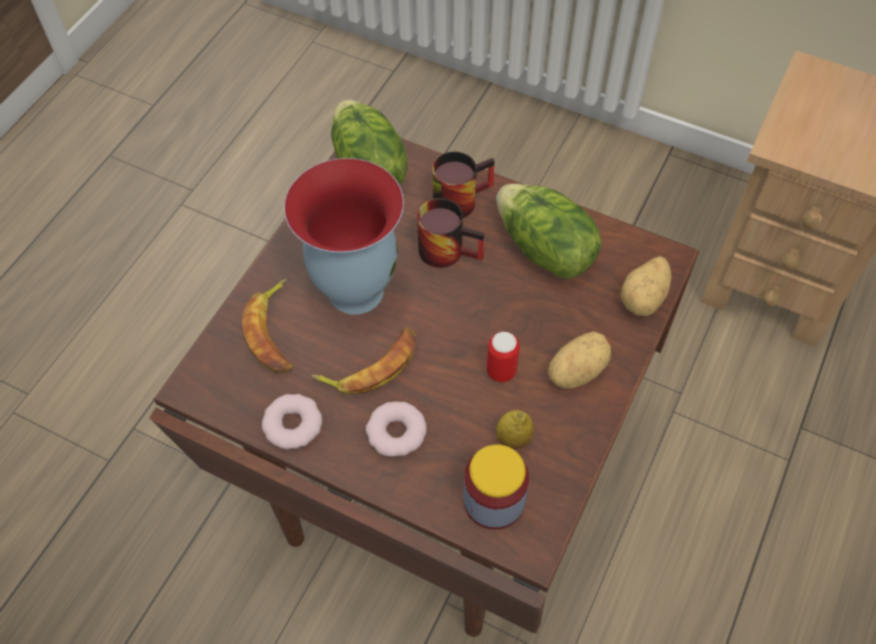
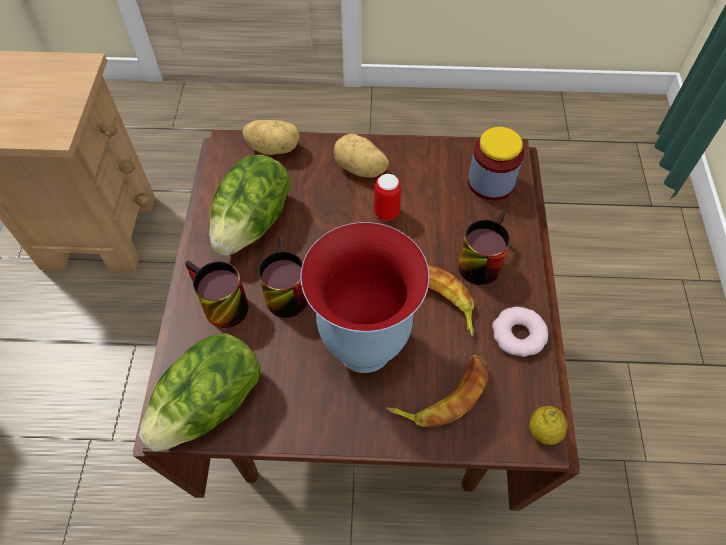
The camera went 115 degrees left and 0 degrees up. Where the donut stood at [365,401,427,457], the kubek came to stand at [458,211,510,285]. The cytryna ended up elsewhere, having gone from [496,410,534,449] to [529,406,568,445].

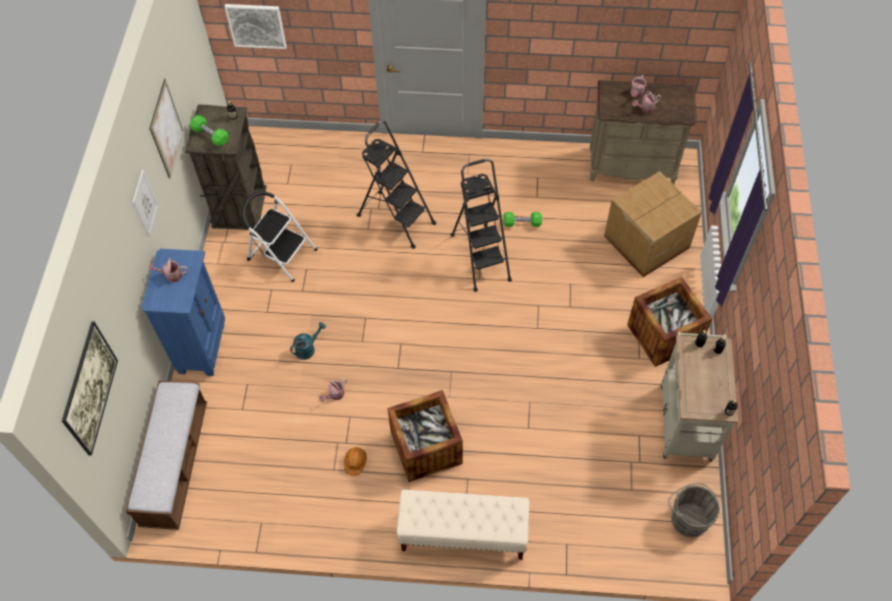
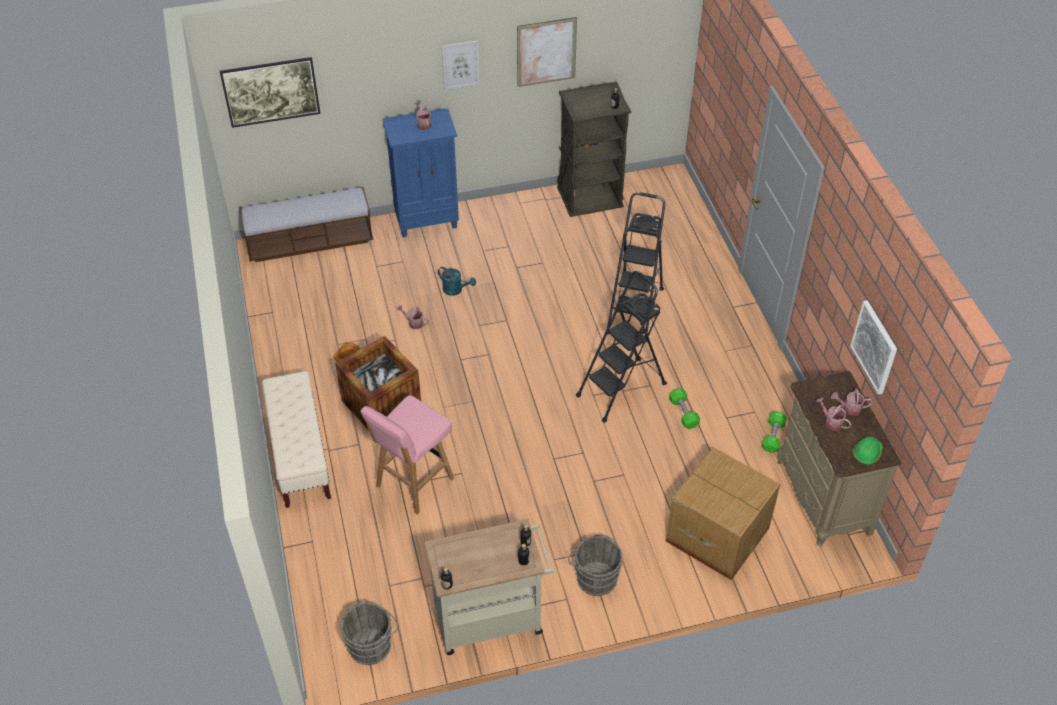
The camera went 70 degrees right and 10 degrees down. The obraz ended up elsewhere, having gone from [224,4,287,49] to [850,300,897,395]. The hantel [zielony] ended up elsewhere, having gone from [190,115,228,146] to [762,411,787,453]. The second view lost the drabinka at [242,192,318,282]. Where the skrzynka stood at [627,277,712,367], the wiadro [szary] came to stand at [568,534,623,596]. The second view gained the stołek [różowy] at [360,395,454,515]. The second view gained the kask [zielony] at [853,436,883,464].

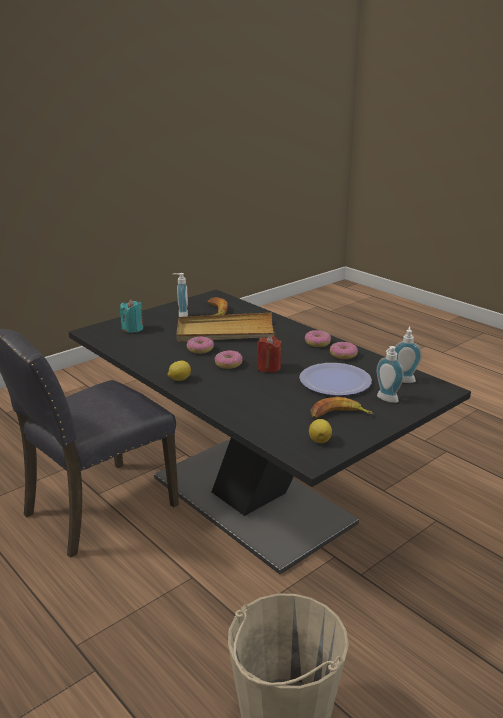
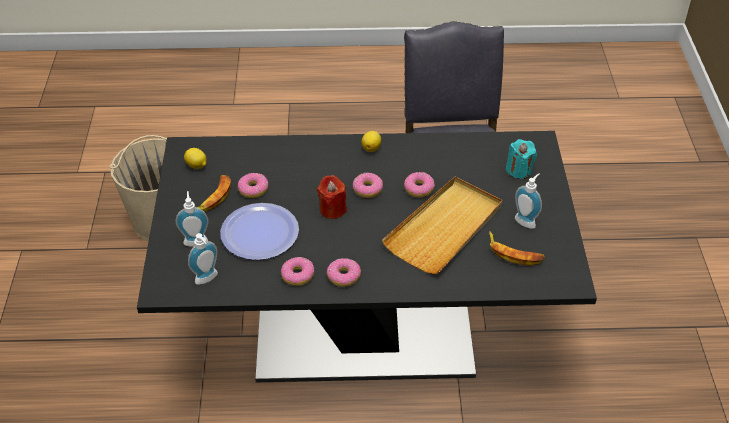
The camera went 130 degrees right and 20 degrees up. The second view gained the donut at [238,173,268,198].

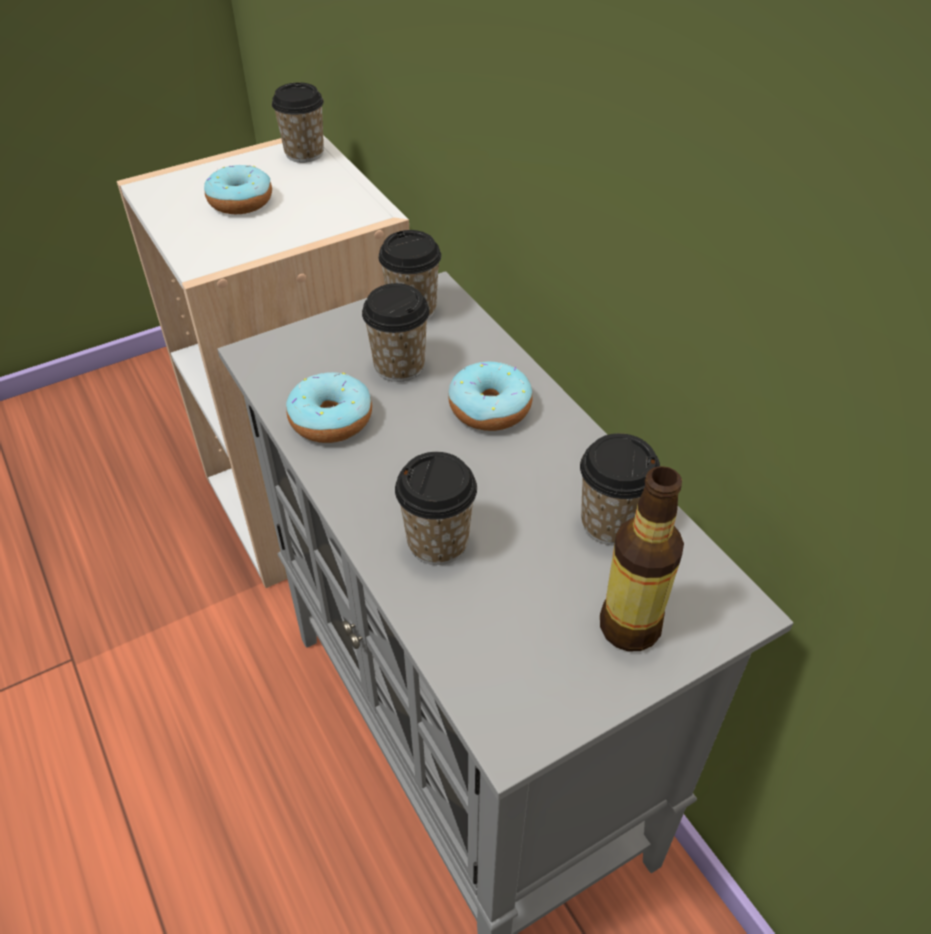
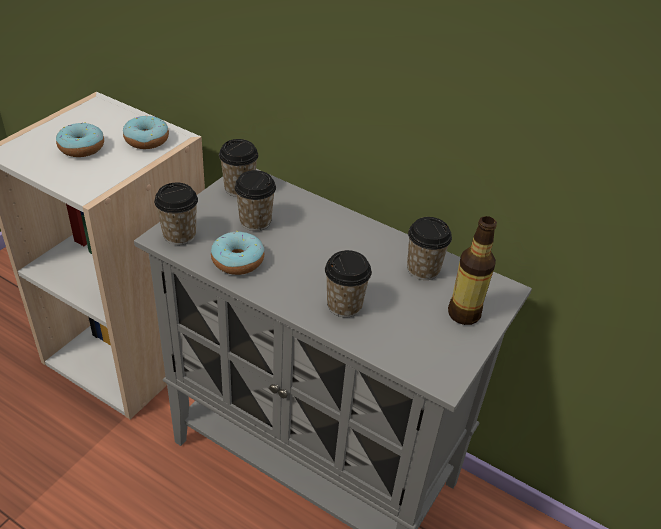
The camera went 30 degrees left and 5 degrees down. The filiżanka ended up elsewhere, having gone from [272,82,324,163] to [154,183,198,245]. The donut ended up elsewhere, having gone from [448,361,532,431] to [123,116,169,149].

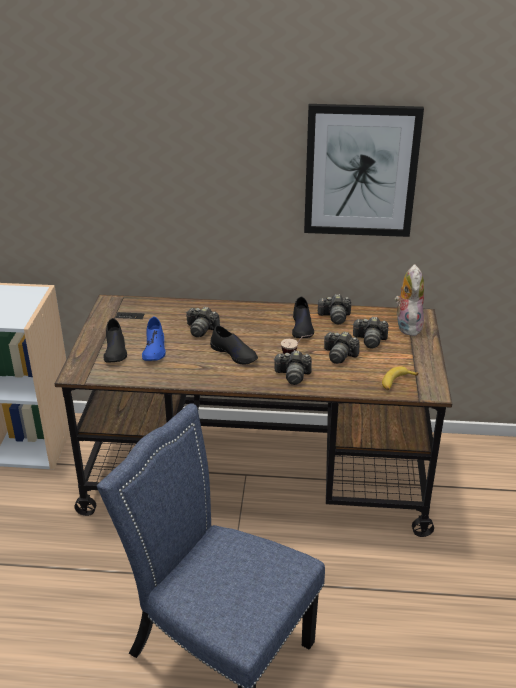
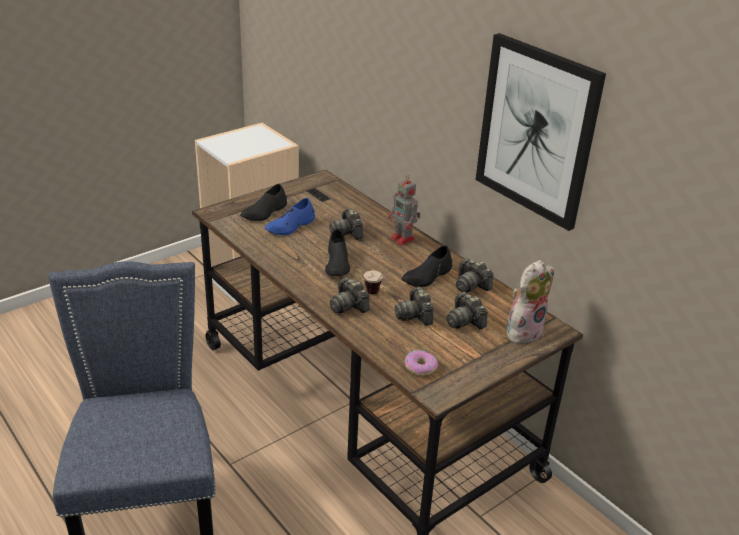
The camera went 45 degrees right and 0 degrees up. Where the banan stood at [382,366,419,390], the donut came to stand at [405,350,438,376]. The second view gained the robot zabawkowy at [388,174,421,246].

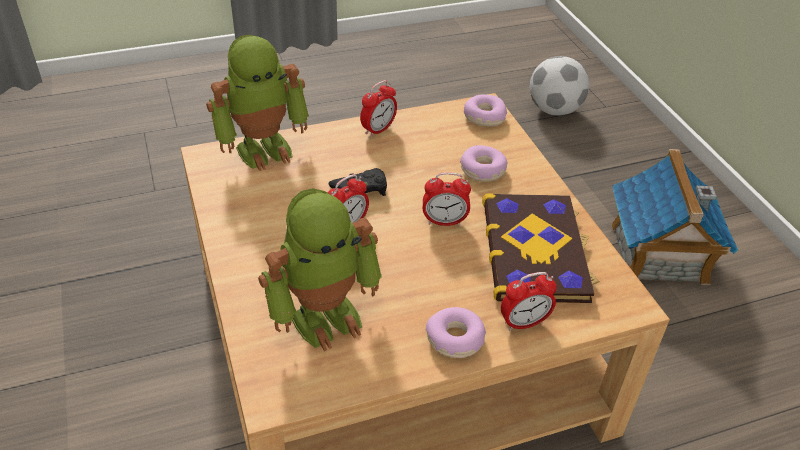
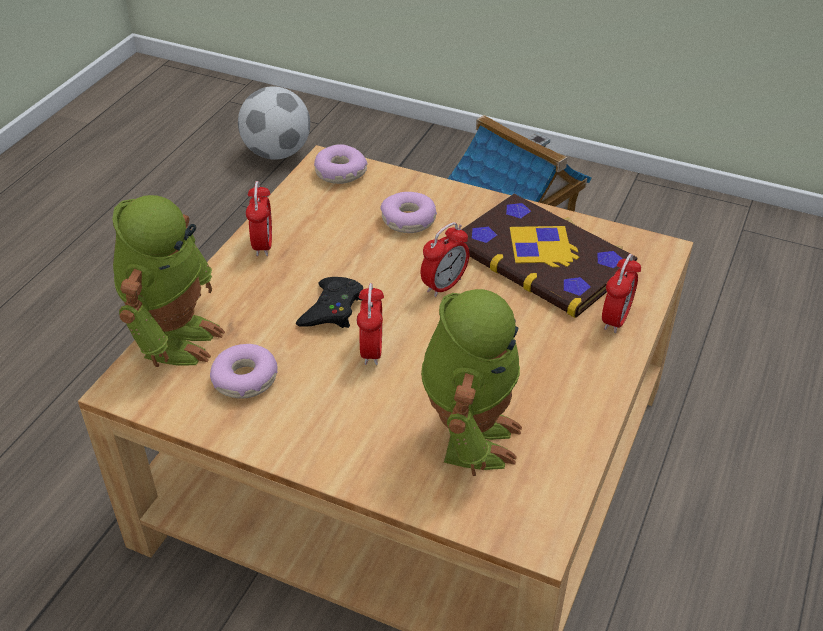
The camera went 45 degrees left and 0 degrees up. The donut ended up elsewhere, having gone from [426,307,486,358] to [210,344,278,399].

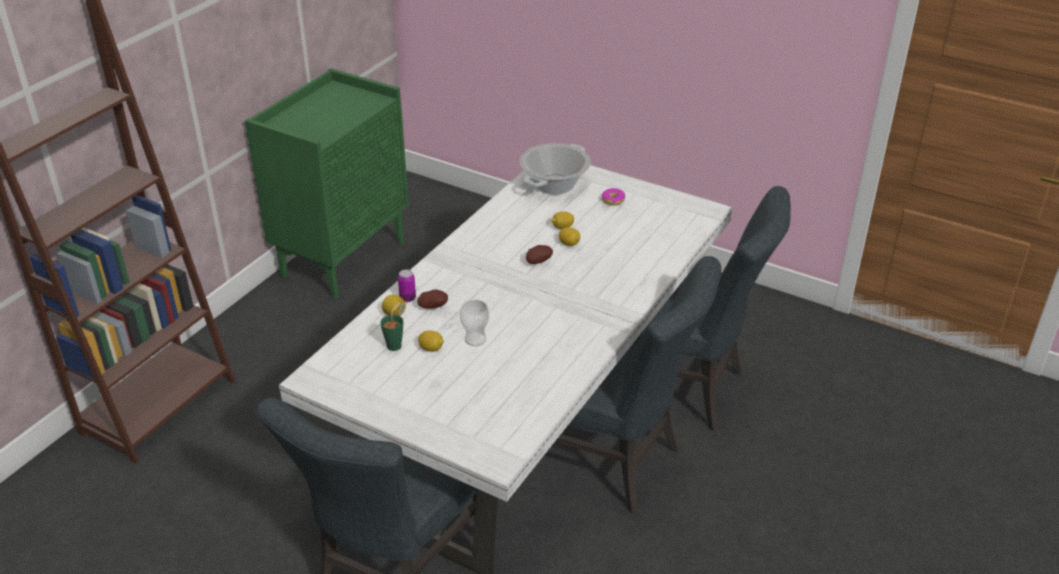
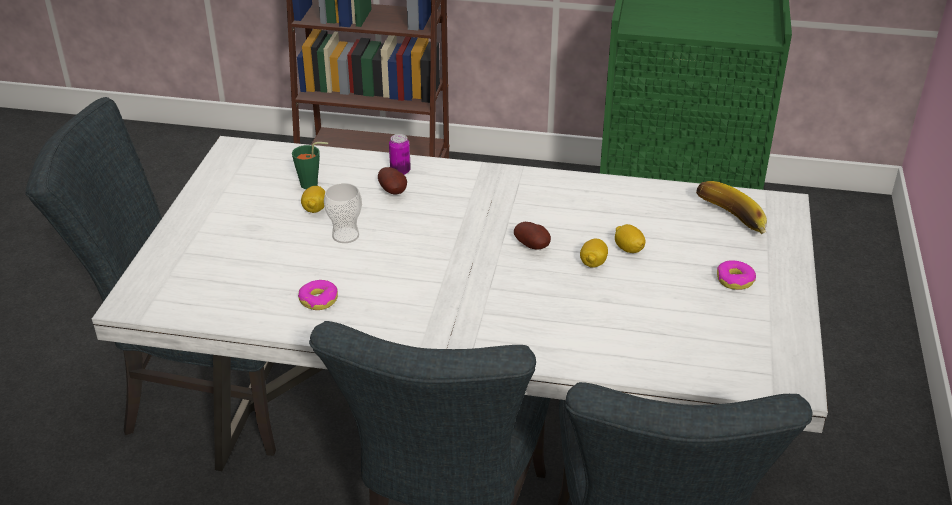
The camera went 70 degrees right and 0 degrees up. Where the garnek stood at [520,143,591,194], the banan came to stand at [696,181,767,234]. The second view lost the cytryna at [382,295,406,316]. The second view gained the donut at [298,280,338,310].

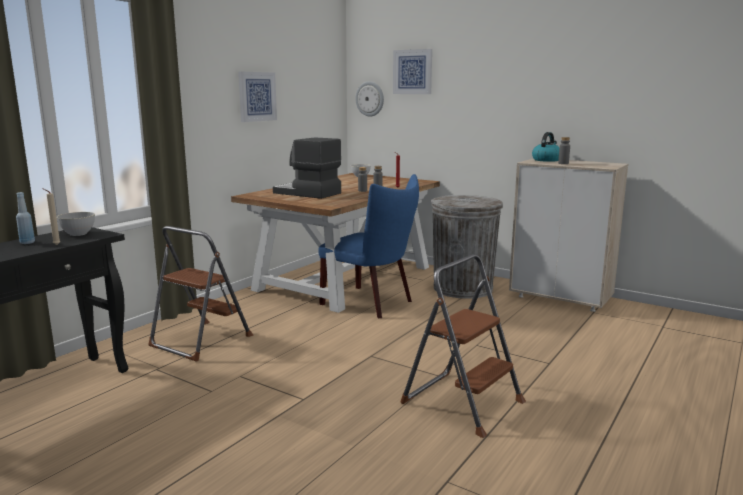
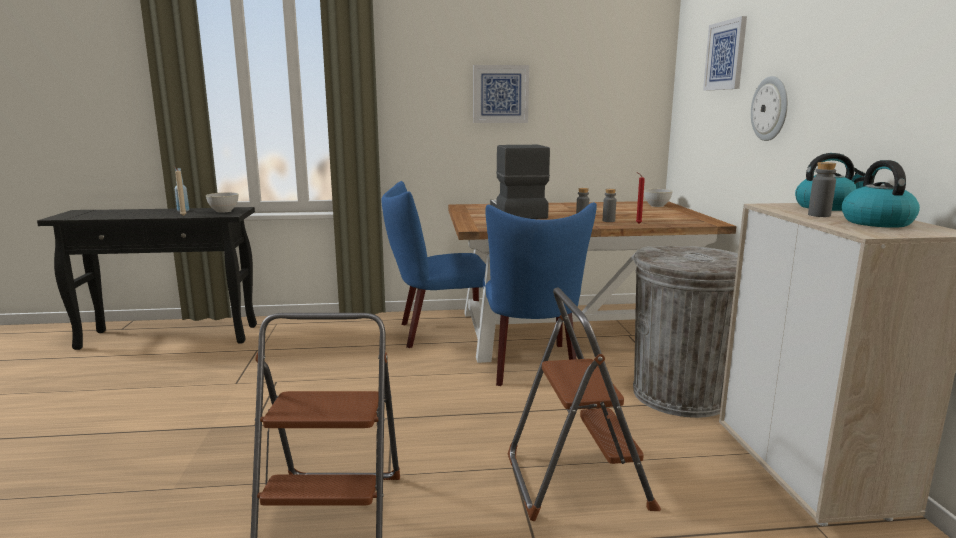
The camera went 50 degrees right and 0 degrees up. The zegar ścienny ended up elsewhere, having gone from [355,81,384,117] to [751,76,788,141]. The drabinka [brązowy] ended up elsewhere, having gone from [148,226,253,362] to [508,288,661,521]. The second view gained the czajnik at [842,160,920,228]. The second view gained the krzesło [niebieski] at [381,181,486,348].

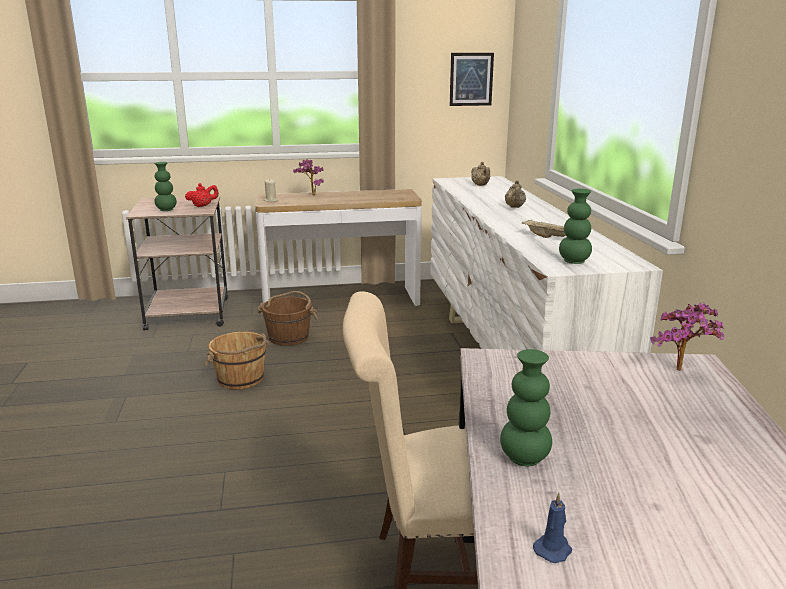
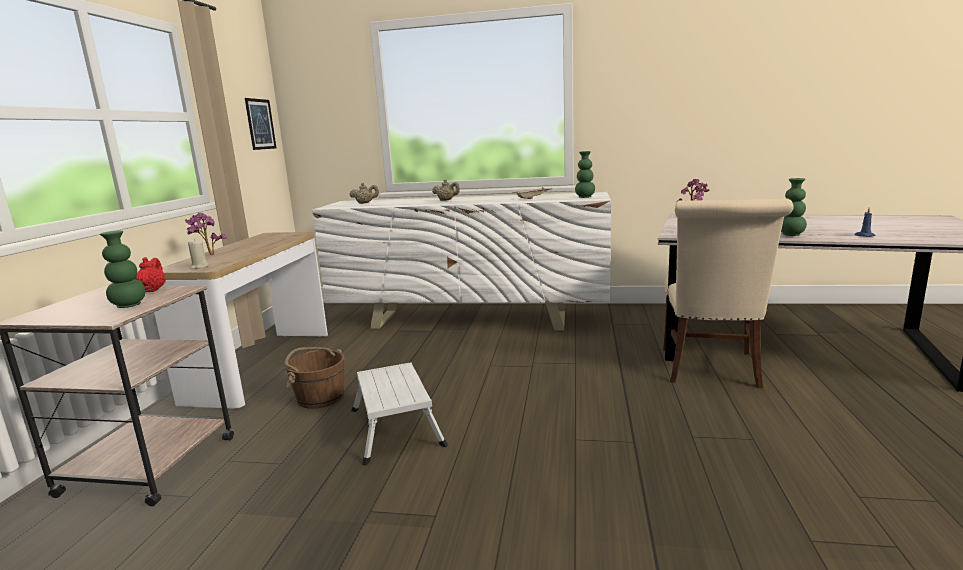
The camera went 70 degrees left and 5 degrees down. Where the wiadro [brązowy] stood at [205,332,270,390], the drabinka [biały] came to stand at [351,362,448,466].

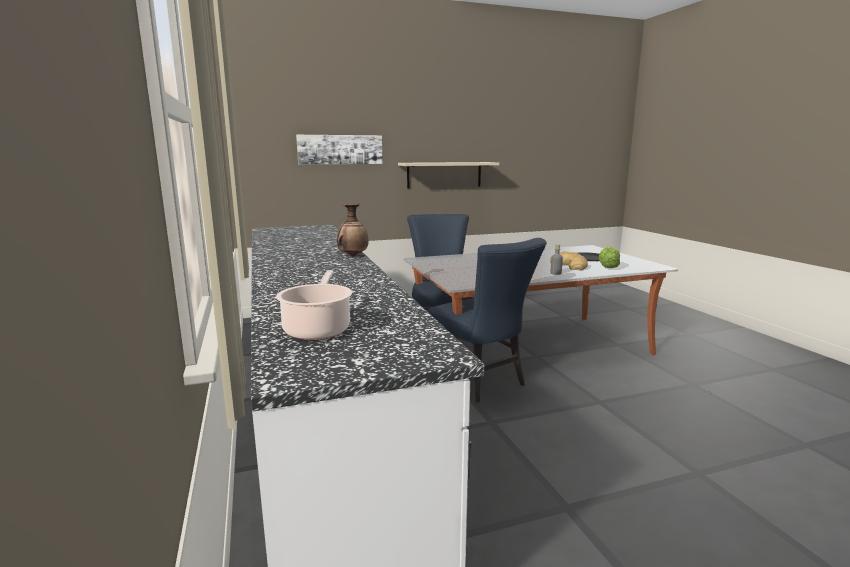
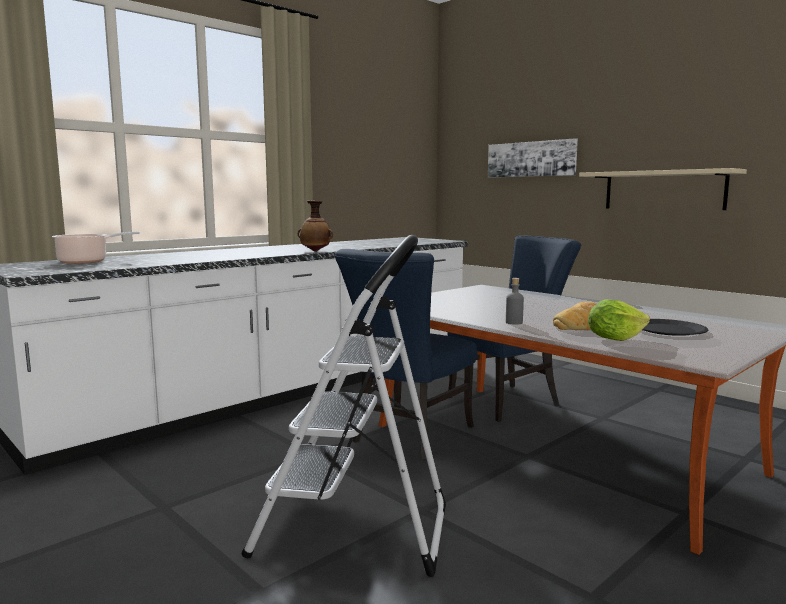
The camera went 65 degrees right and 5 degrees down. The second view gained the drabinka at [242,235,446,577].

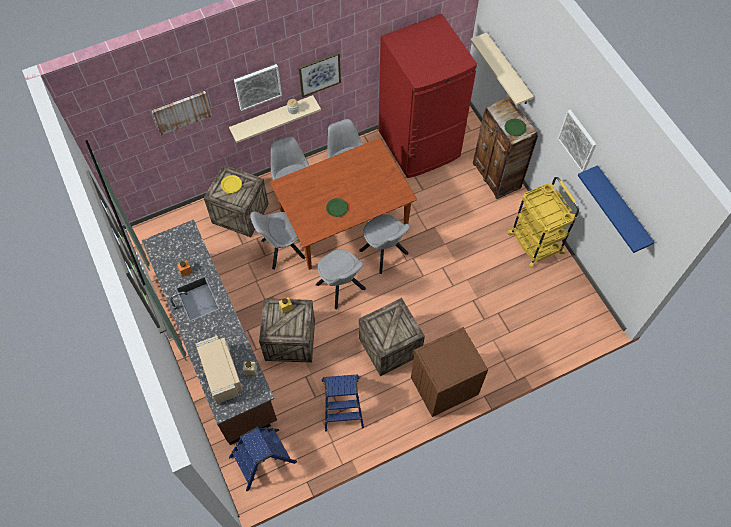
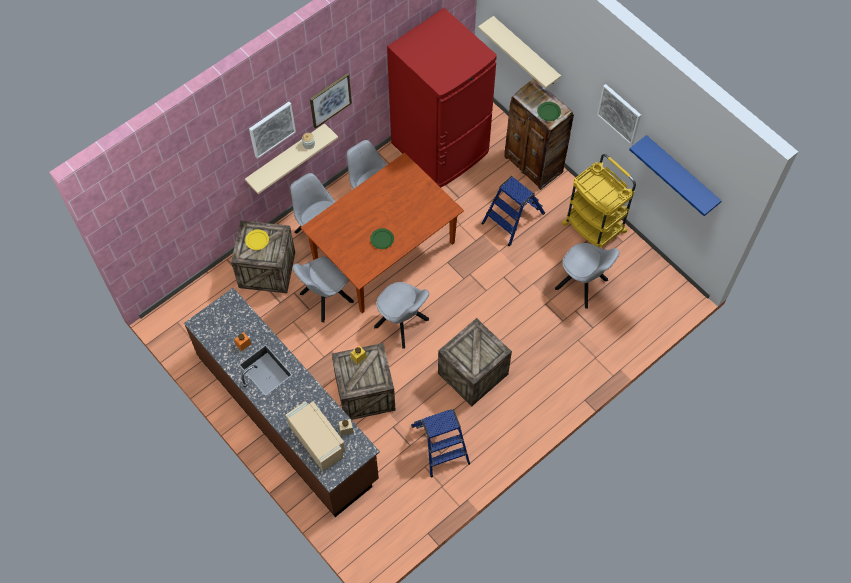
The camera went 15 degrees left and 0 degrees up. The second view lost the obraz at [152,91,212,135]. The krzesło [szary] ended up elsewhere, having gone from [359,214,410,274] to [555,243,620,309]. The second view lost the pralka [brązowy] at [411,327,488,417]. The drabinka [niebieski] ended up elsewhere, having gone from [229,427,297,491] to [481,176,545,246].

